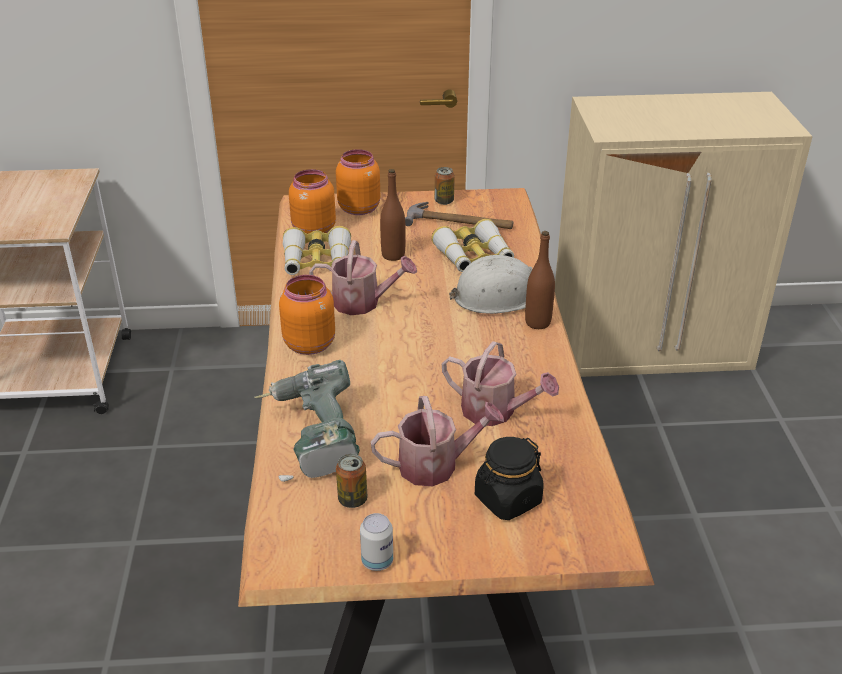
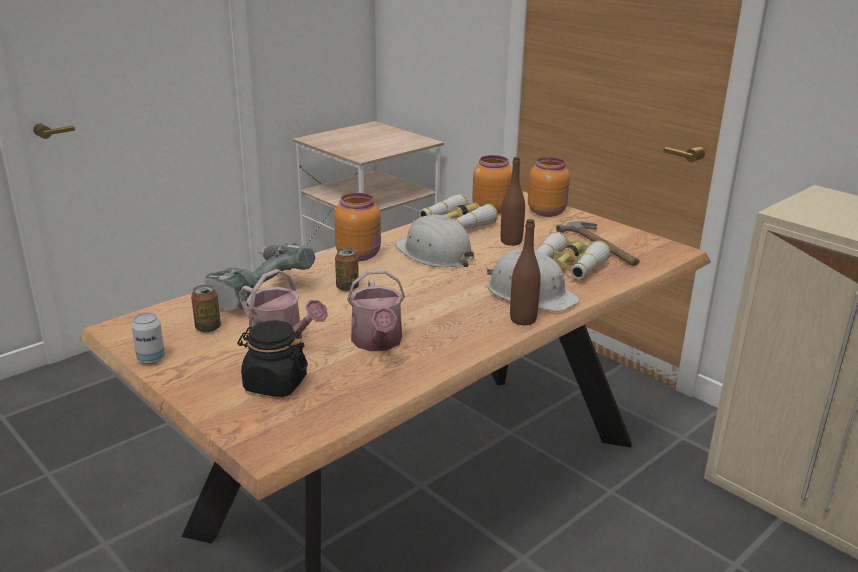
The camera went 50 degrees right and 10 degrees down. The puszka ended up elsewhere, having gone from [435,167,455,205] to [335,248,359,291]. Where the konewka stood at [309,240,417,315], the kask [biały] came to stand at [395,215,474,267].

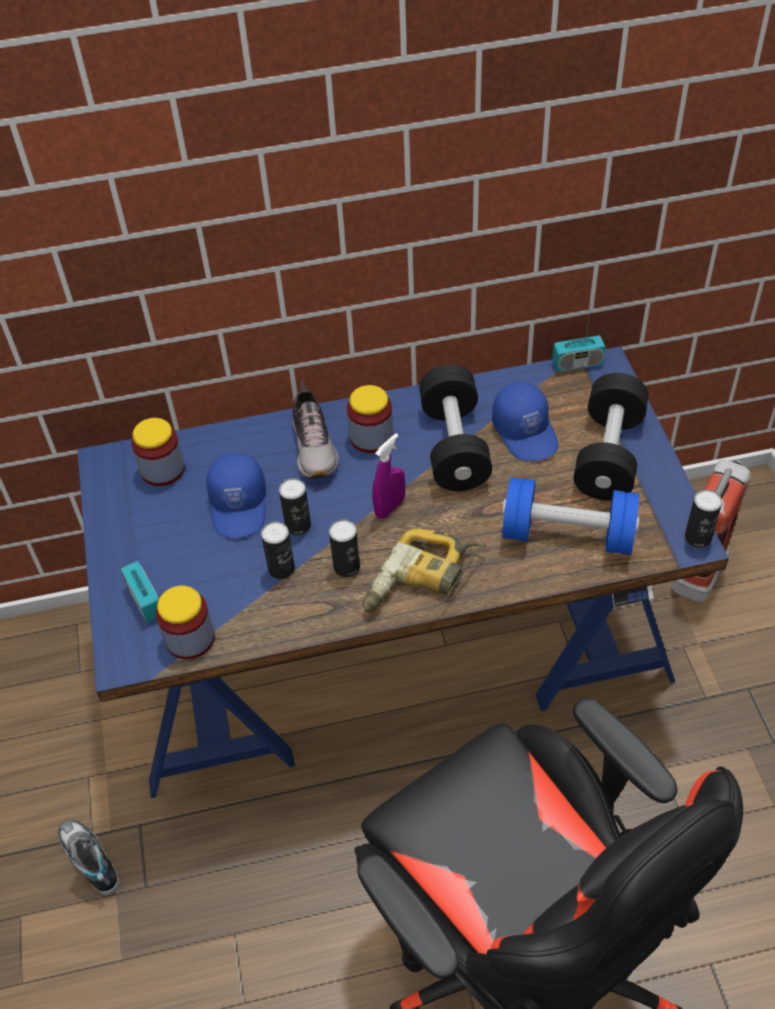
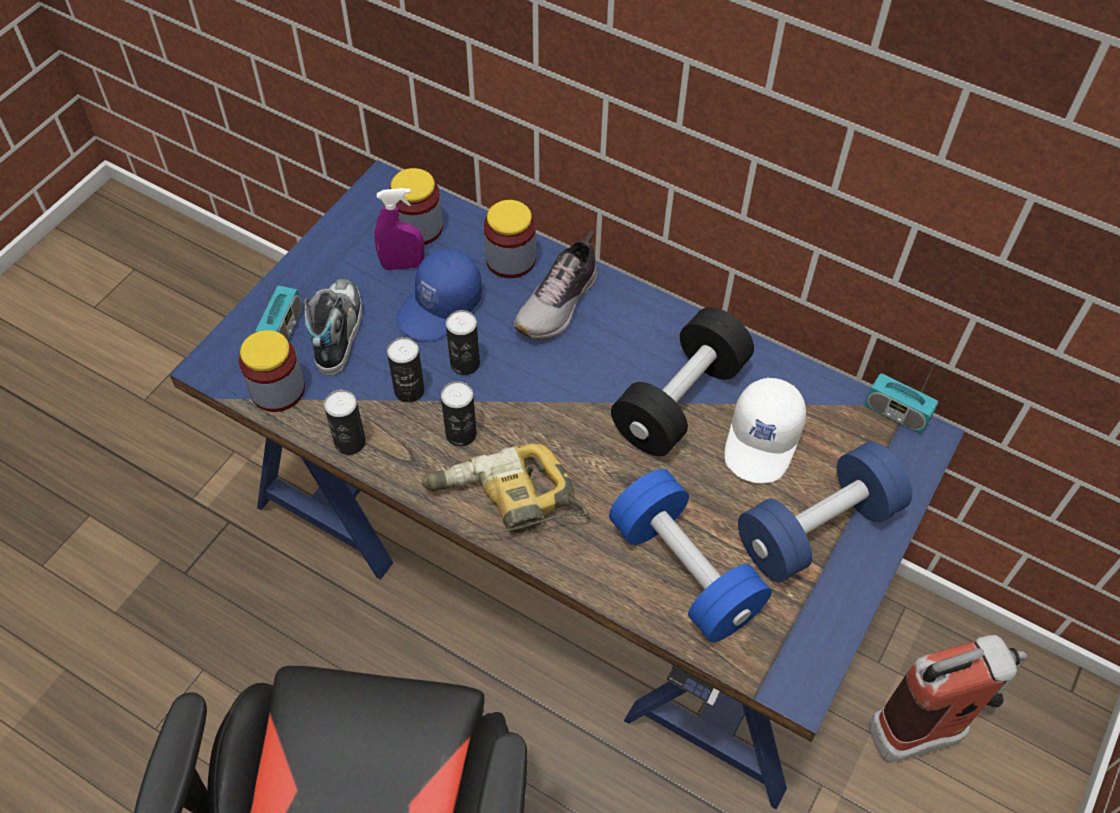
The camera went 40 degrees right and 5 degrees up. What was the hantel [czarny] at [574,373,648,501] turned into the hantel [niebieski] at [738,441,912,583]. What was the czapka z daszkiem [niebieski] at [492,382,559,461] turned into the czapka z daszkiem [biały] at [724,377,806,483]. The słoik ended up elsewhere, having gone from [347,385,393,453] to [484,200,536,278]. The spryskiwacz [fioletowy] ended up elsewhere, having gone from [372,433,405,519] to [374,188,425,270]. The puszka ended up elsewhere, having gone from [685,489,722,548] to [324,390,366,455]. The but ended up elsewhere, having gone from [58,820,120,896] to [304,278,362,376].

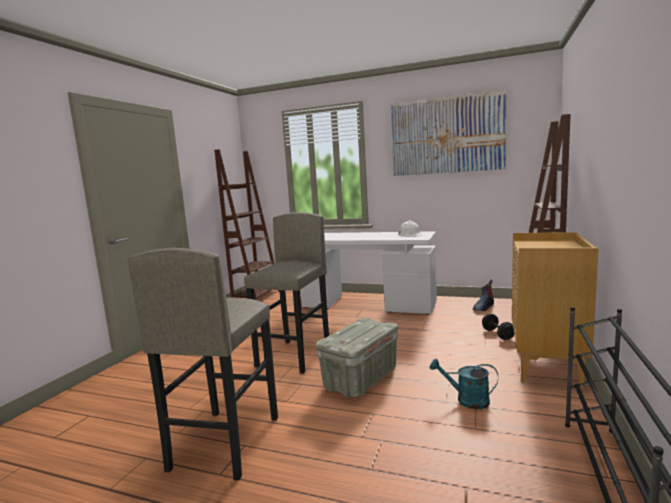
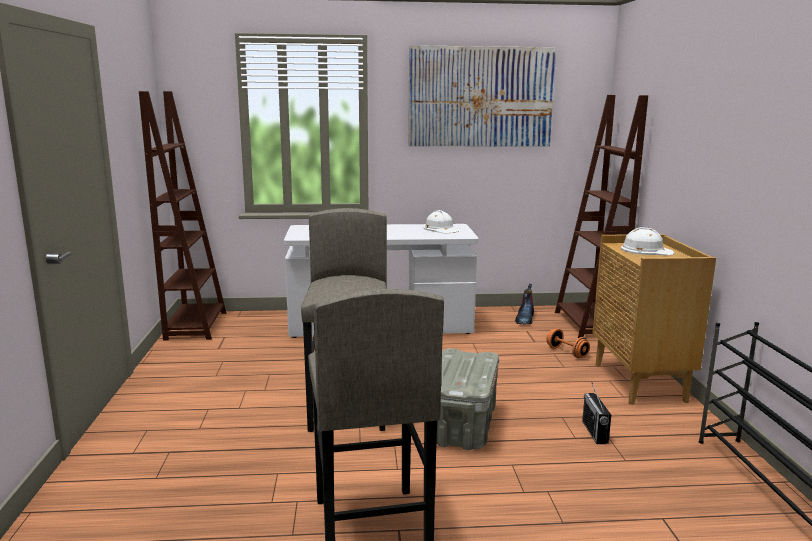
The camera went 25 degrees left and 5 degrees up. What was the hantel [czarny] at [482,314,515,340] turned into the hantel [pomarańczowy] at [546,328,590,358]. Where the konewka [turkusowy] stood at [430,358,498,409], the radio came to stand at [582,383,611,444]. The second view gained the kask [biały] at [621,227,674,255].

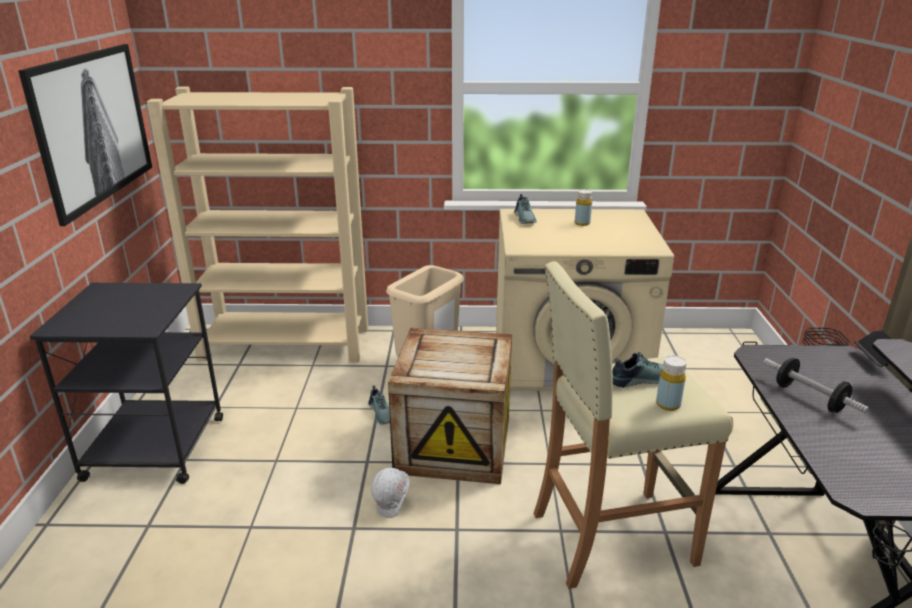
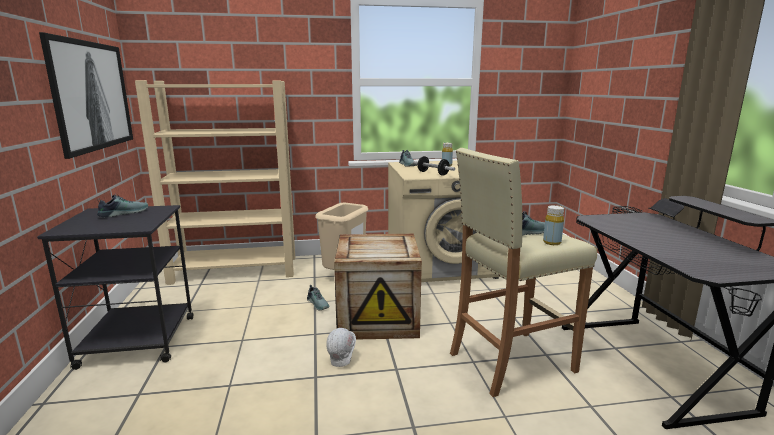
The camera went 10 degrees left and 10 degrees down. The hantel ended up elsewhere, having gone from [763,358,869,414] to [413,156,455,175]. The second view gained the but at [97,194,148,218].

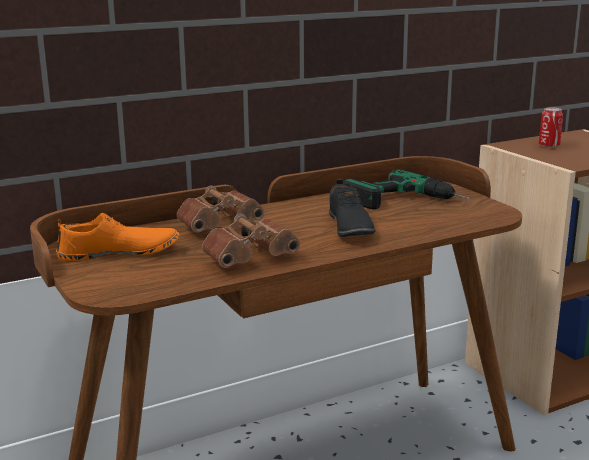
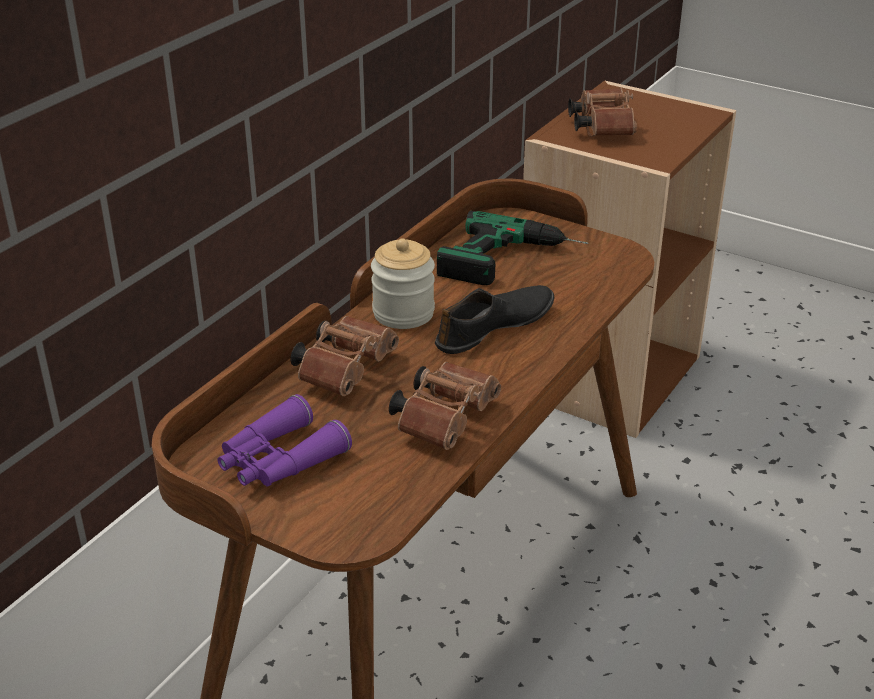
The camera went 30 degrees left and 15 degrees up. Where the puszka stood at [539,107,563,148], the lornetka [brązowy] came to stand at [568,88,637,137]. The but [czarny] at [329,179,376,237] ended up facing another way, 90 degrees counterclockwise from before. Where the but [pomarańczowy] stood at [56,213,179,261], the lornetka [fioletowy] came to stand at [218,394,352,486]. The second view gained the słoik at [371,238,435,329].

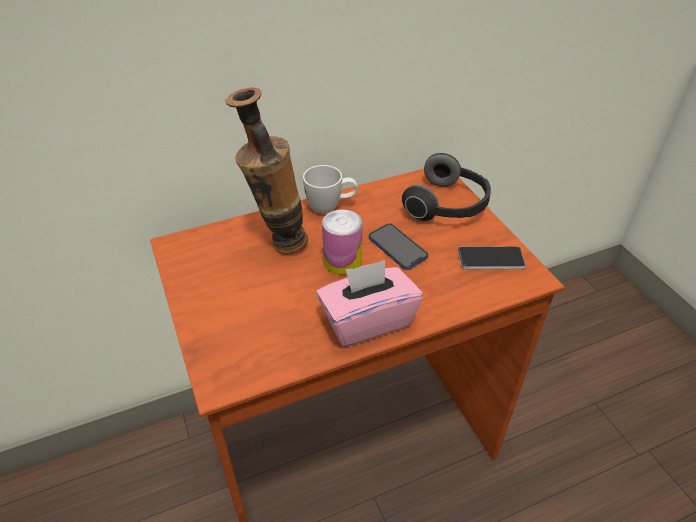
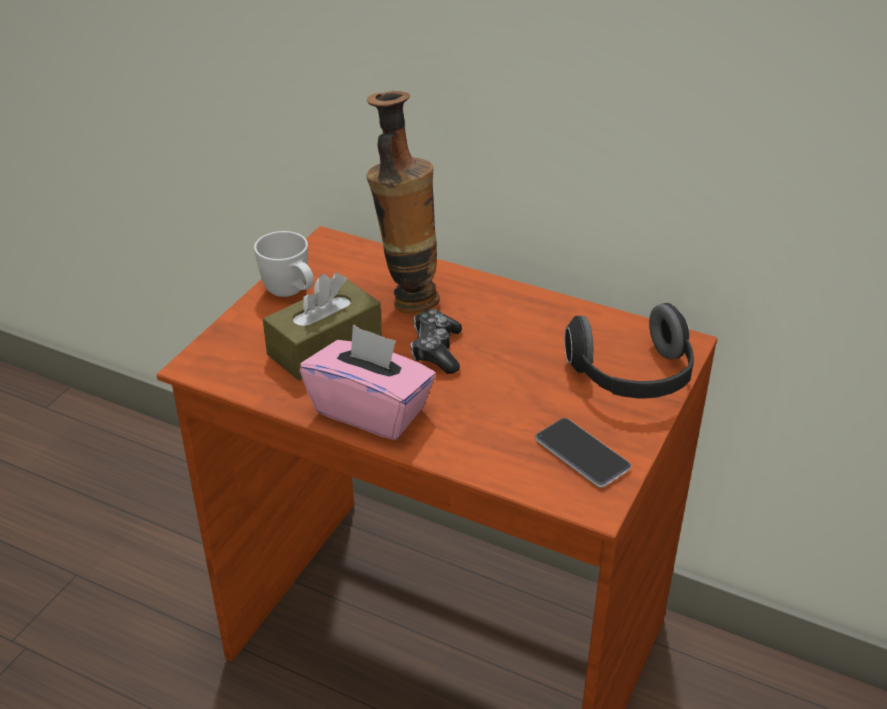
The camera went 50 degrees right and 5 degrees down. The kubek [biały] ended up elsewhere, having gone from [303,165,358,213] to [254,231,314,297]. Where the puszka stood at [322,209,363,275], the pad do gier came to stand at [410,309,462,374]. The second view lost the telefon at [369,223,428,270]. The second view gained the pudełko chusteczek [brązowy] at [263,273,382,381].

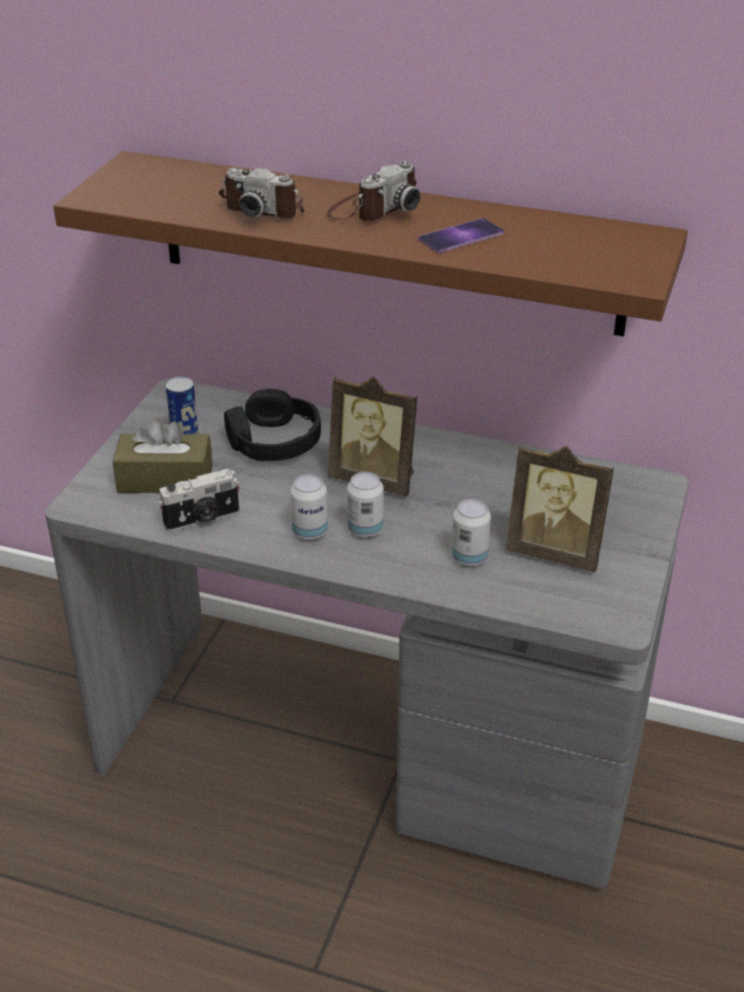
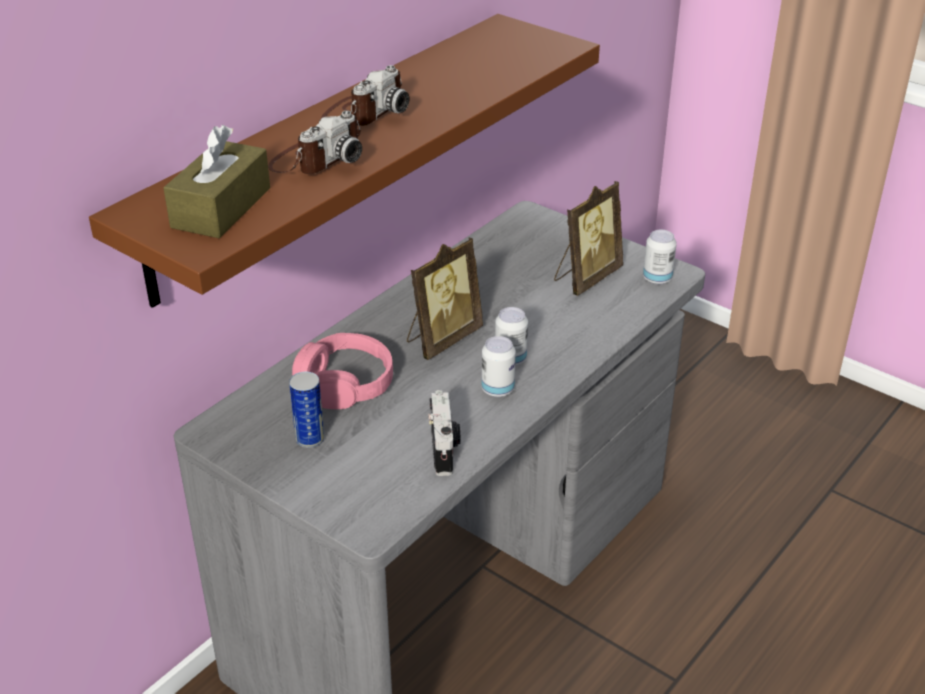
The camera went 70 degrees left and 0 degrees up. The aparat fotograficzny at [327,161,420,221] ended up facing another way, 60 degrees clockwise from before. The second view lost the telefon at [418,218,504,253]. What was the słuchawki [czarny] at [224,389,321,461] turned into the słuchawki [różowy] at [292,333,393,409]. The pudełko chusteczek [brązowy] ended up elsewhere, having gone from [113,417,212,493] to [163,125,270,238]. The puszka ended up elsewhere, having gone from [452,499,491,566] to [643,230,677,285].

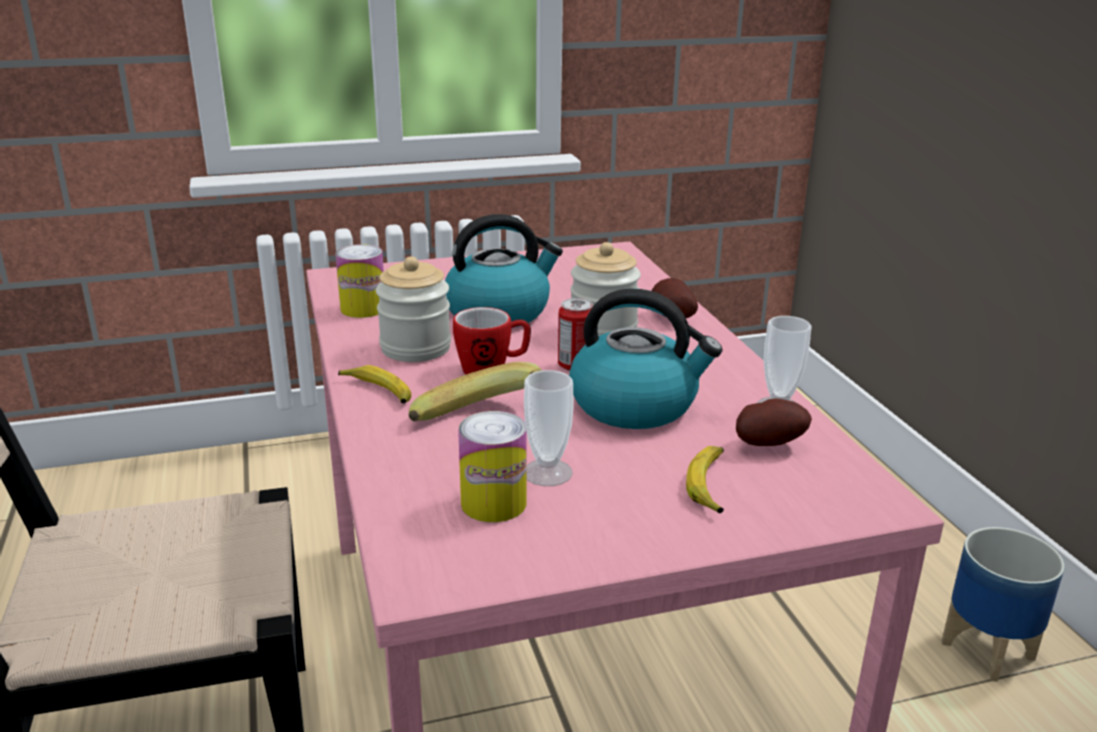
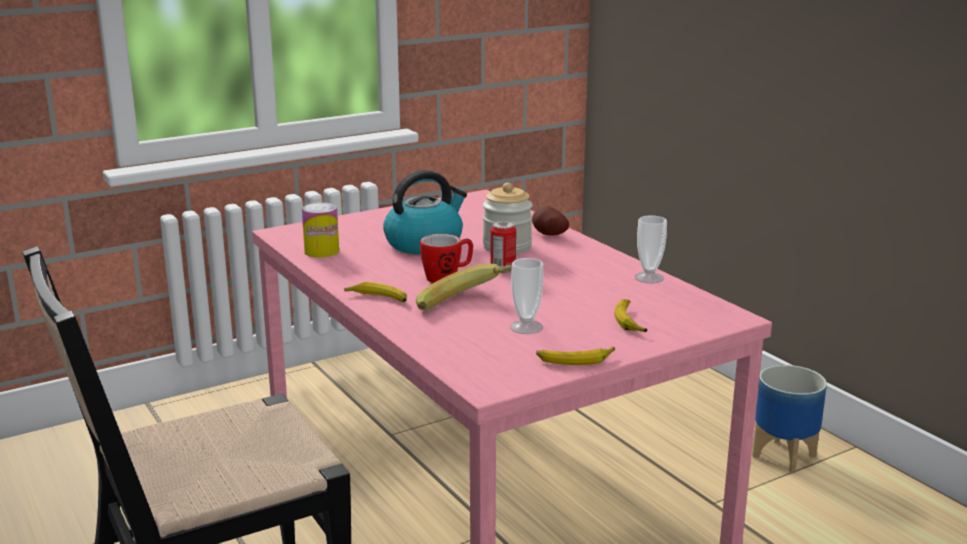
The camera went 15 degrees left and 5 degrees down. The second view lost the słoik at [376,256,451,362]. The second view lost the czajnik at [569,289,722,429]. The second view lost the ziemniak at [736,398,812,446]. The second view lost the puszka at [458,411,527,522]. The second view gained the banan at [536,347,615,365].

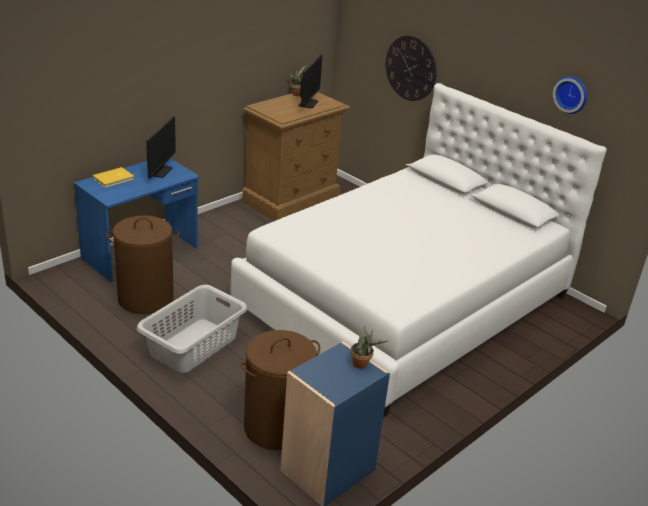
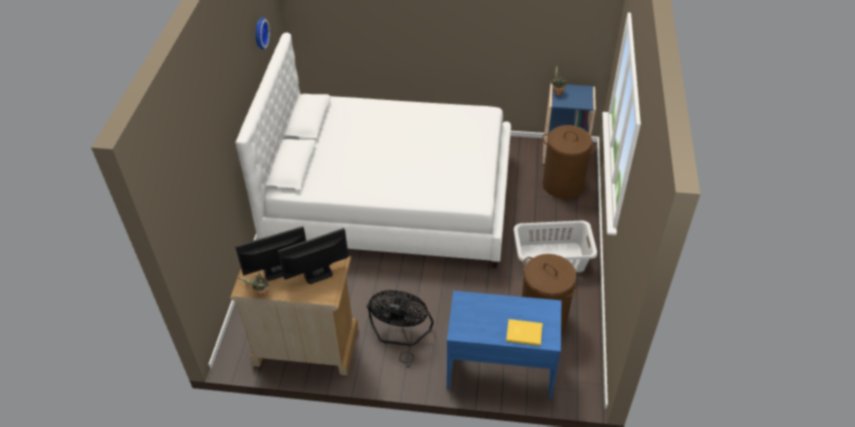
The camera went 125 degrees left and 15 degrees up. The second view lost the zegar ścienny at [386,35,437,101]. The monitor ended up elsewhere, having gone from [146,116,176,178] to [278,228,349,284]. The second view gained the wentylator [czarny] at [366,290,434,368].

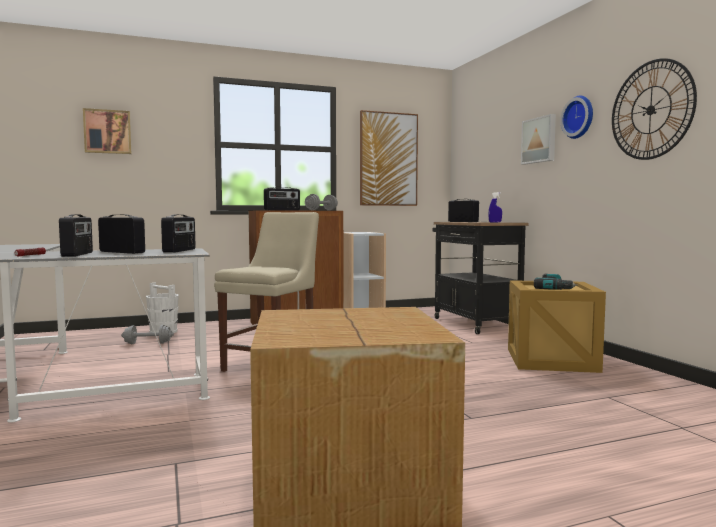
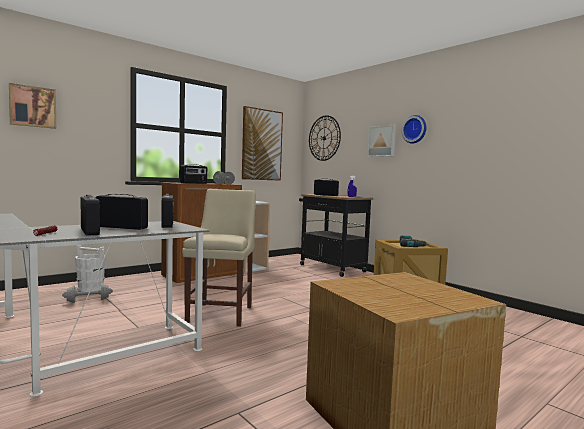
The camera went 20 degrees left and 0 degrees up. The zegar ścienny ended up elsewhere, having gone from [612,58,697,160] to [309,115,341,161].

